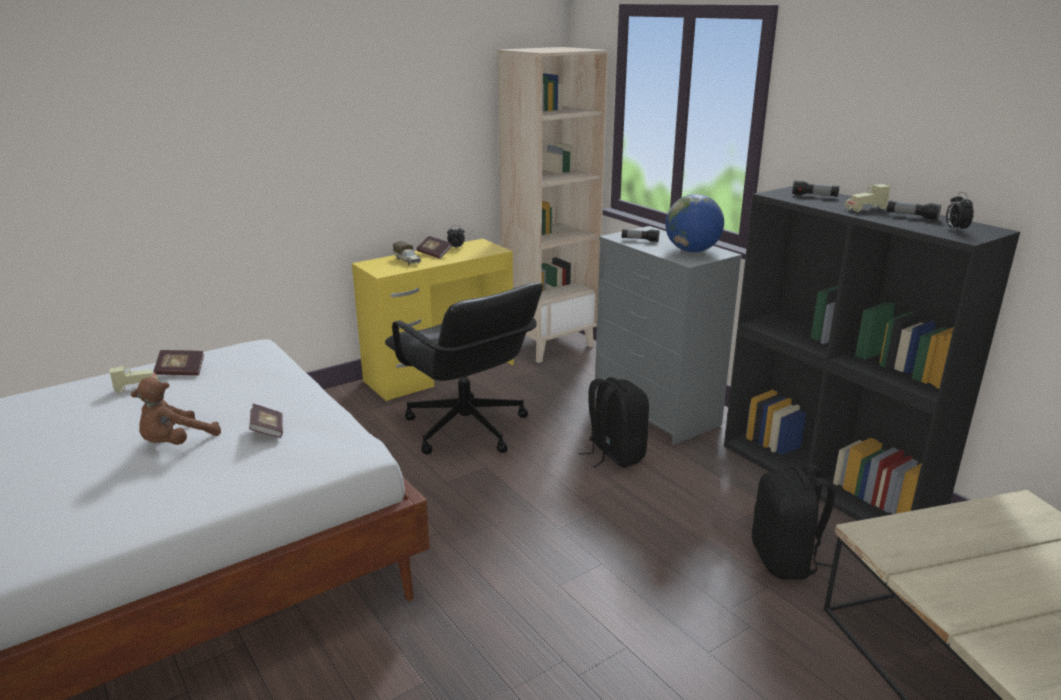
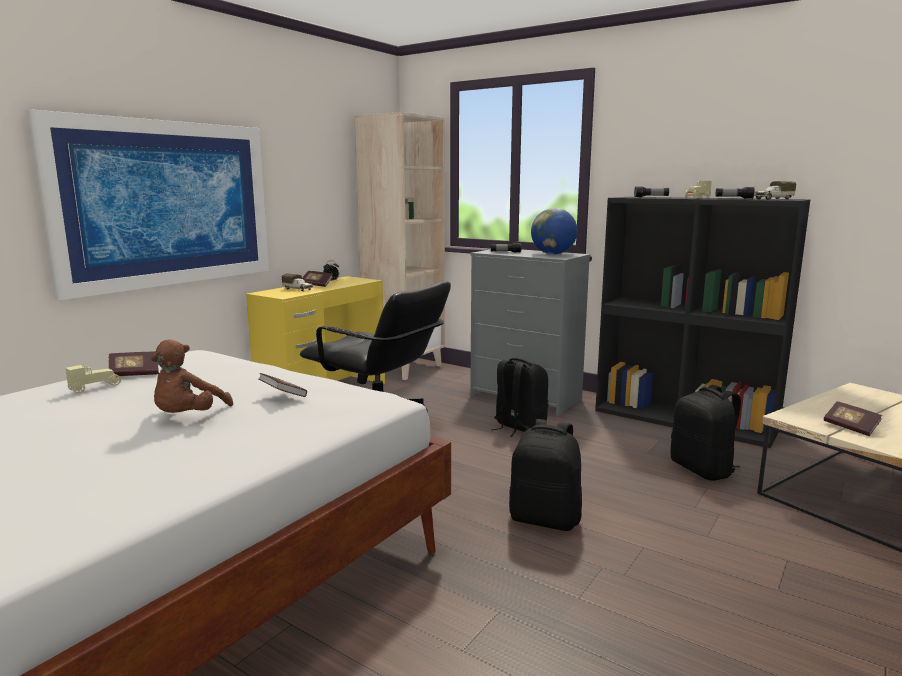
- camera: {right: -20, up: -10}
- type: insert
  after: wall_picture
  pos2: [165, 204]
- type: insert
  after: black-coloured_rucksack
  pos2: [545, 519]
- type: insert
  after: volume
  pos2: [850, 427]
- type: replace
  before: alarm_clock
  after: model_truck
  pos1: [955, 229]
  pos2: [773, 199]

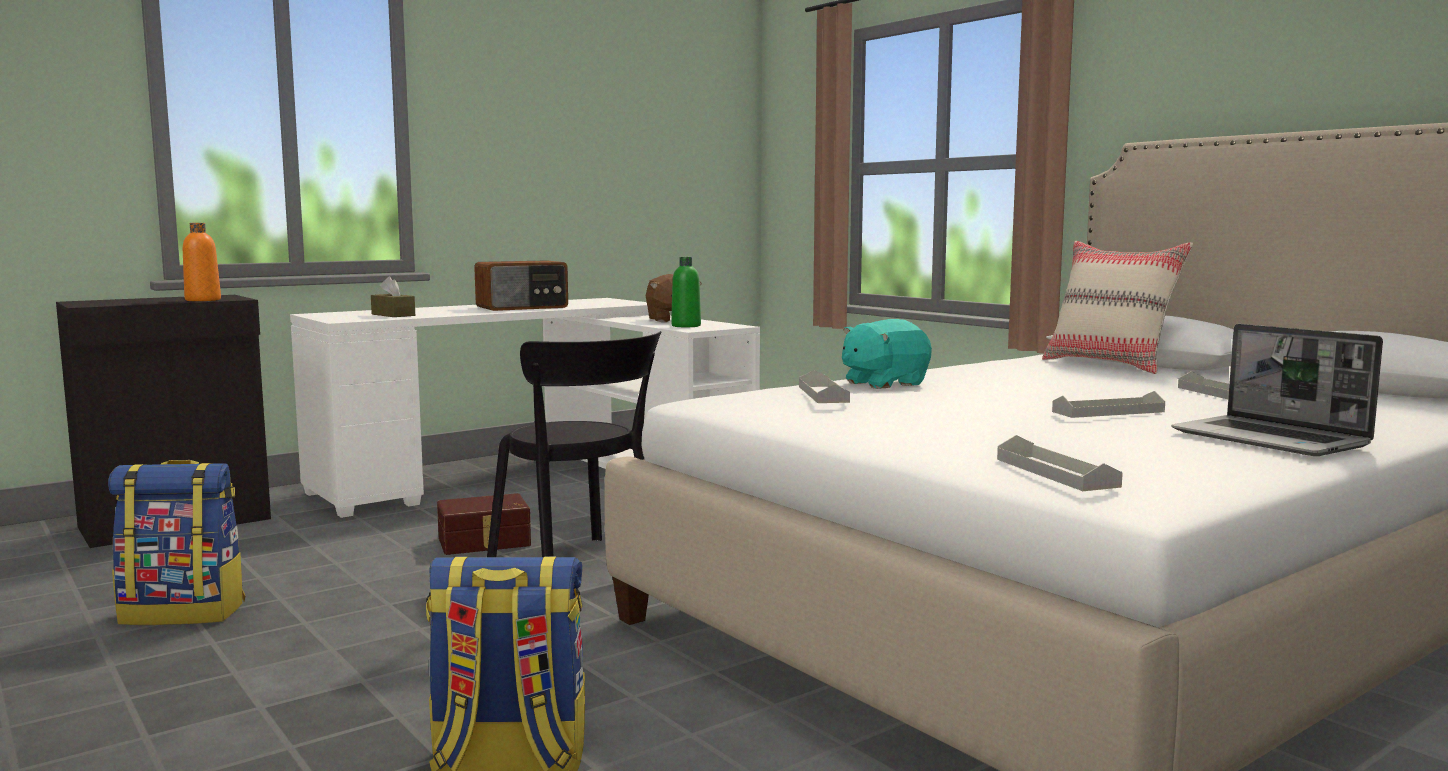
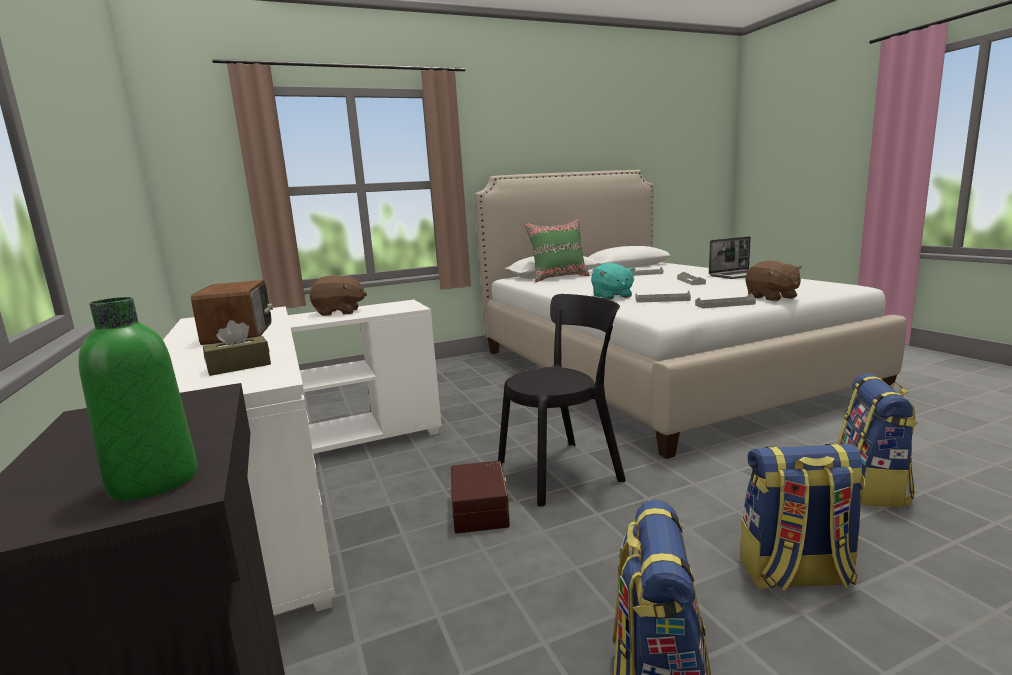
- camera: {right: -75, up: 5}
- type: delete
  before: orange-coloured_drink_bottle
  pos1: [203, 300]
- type: insert
  after: rucksack
  pos2: [795, 575]
- type: insert
  after: brownish_plush_toy
  pos2: [771, 297]
- type: move
  before: green-coloured_drink_bottle
  pos1: [686, 326]
  pos2: [154, 481]
- type: move
  before: greyish_carrying_tray
  pos1: [1056, 472]
  pos2: [725, 305]
- type: recolor
  before: sand-coloured_pillow
  after: green-coloured_pillow
  pos1: [1110, 365]
  pos2: [559, 278]

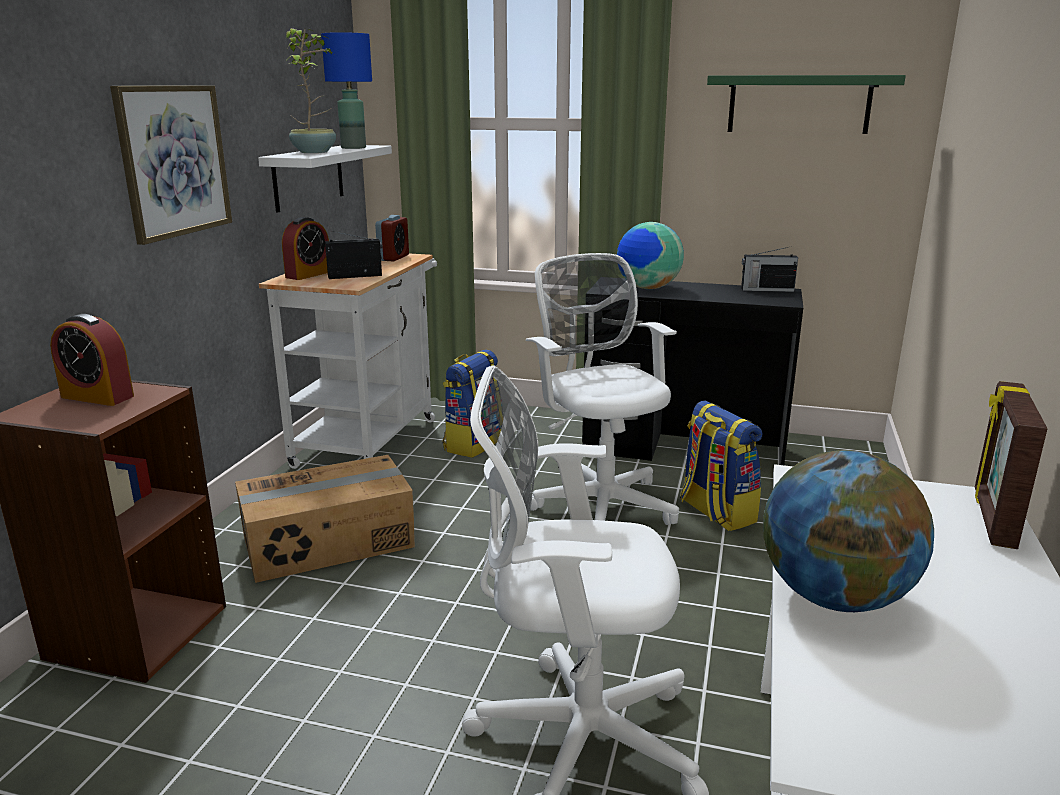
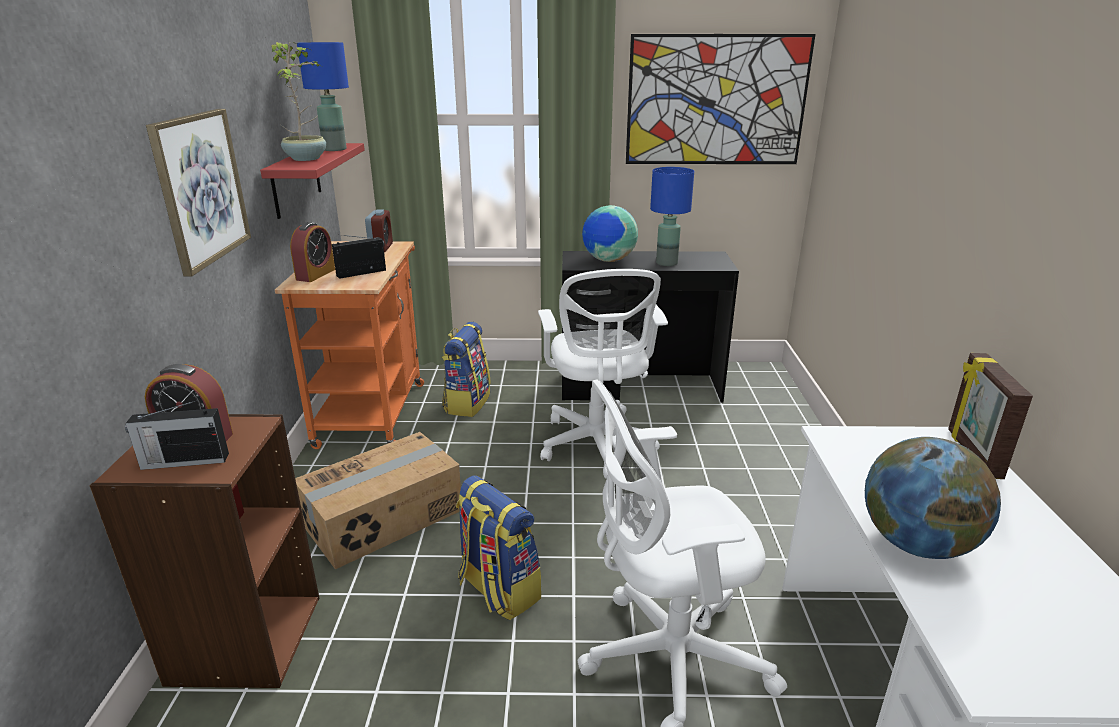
- camera: {right: -15, up: 5}
- type: insert
  after: blue-coloured_table_lamp
  pos2: [666, 263]
- type: move
  before: rucksack
  pos1: [715, 512]
  pos2: [497, 590]
- type: move
  before: radio
  pos1: [766, 289]
  pos2: [183, 461]
- type: replace
  before: green-coloured_wall_shelf
  after: wall_picture
  pos1: [799, 104]
  pos2: [716, 101]
- type: recolor
  before: white-coloured_wall_shelf
  after: red-coloured_wall_shelf
  pos1: [308, 177]
  pos2: [296, 179]
- type: recolor
  before: white-coloured_wheeled_cart
  after: orange-coloured_wheeled_cart
  pos1: [370, 438]
  pos2: [373, 409]
- type: rotate
  before: white-coloured_computer_chair
  pos1: [600, 504]
  pos2: [596, 446]
  turn: -150

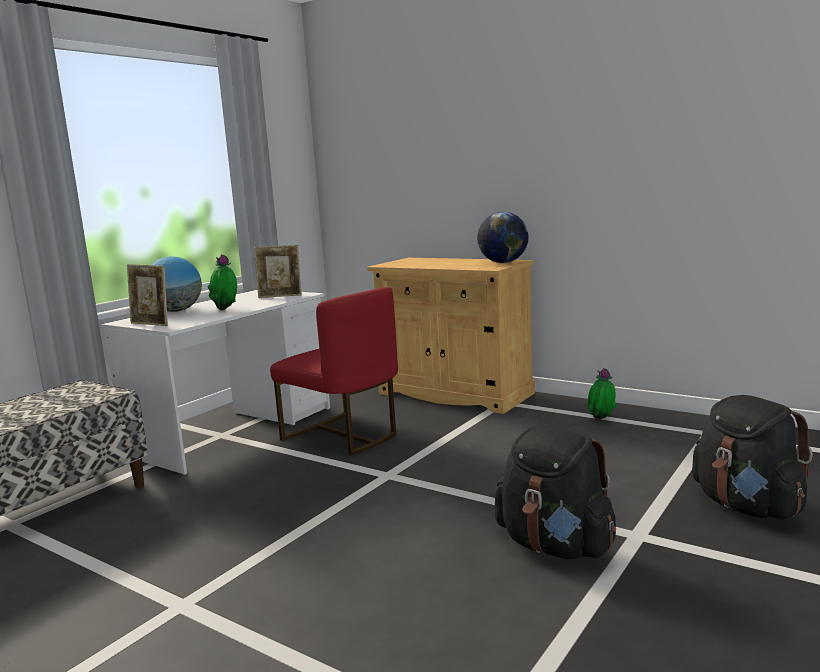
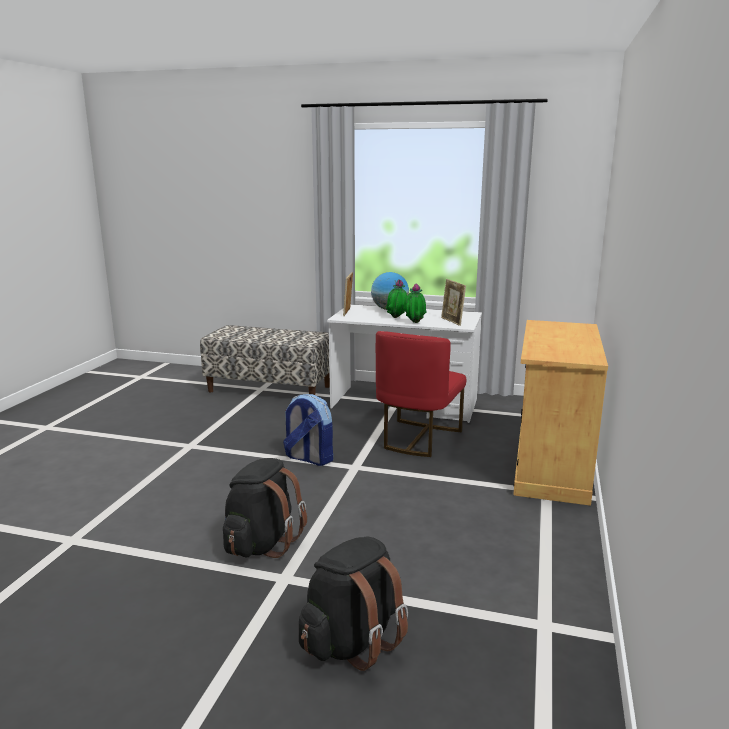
- camera: {right: 70, up: 5}
- type: delete
  before: world_globe
  pos1: [503, 262]
- type: insert
  after: rucksack
  pos2: [308, 458]
- type: move
  before: houseplant
  pos1: [601, 420]
  pos2: [414, 323]

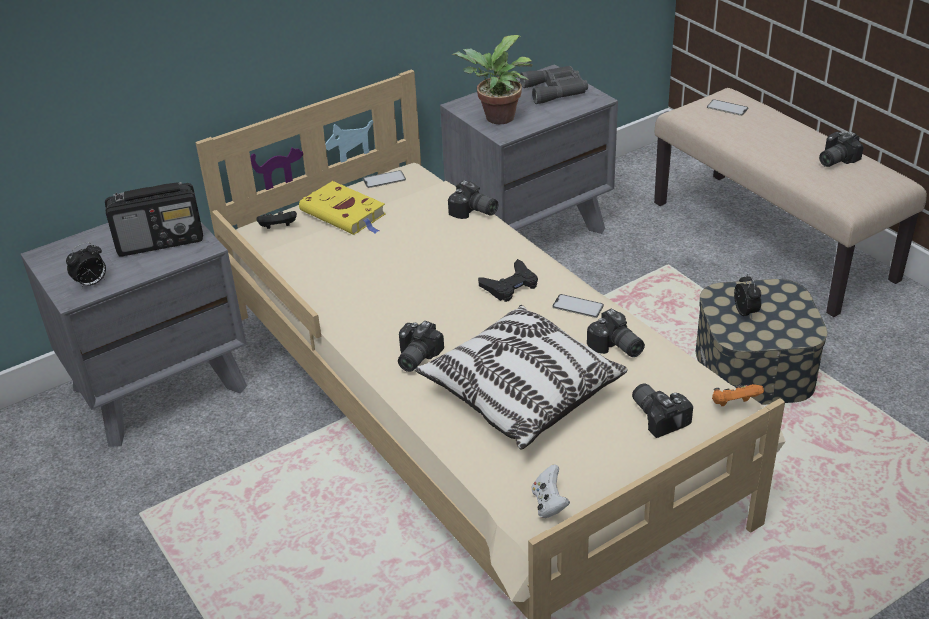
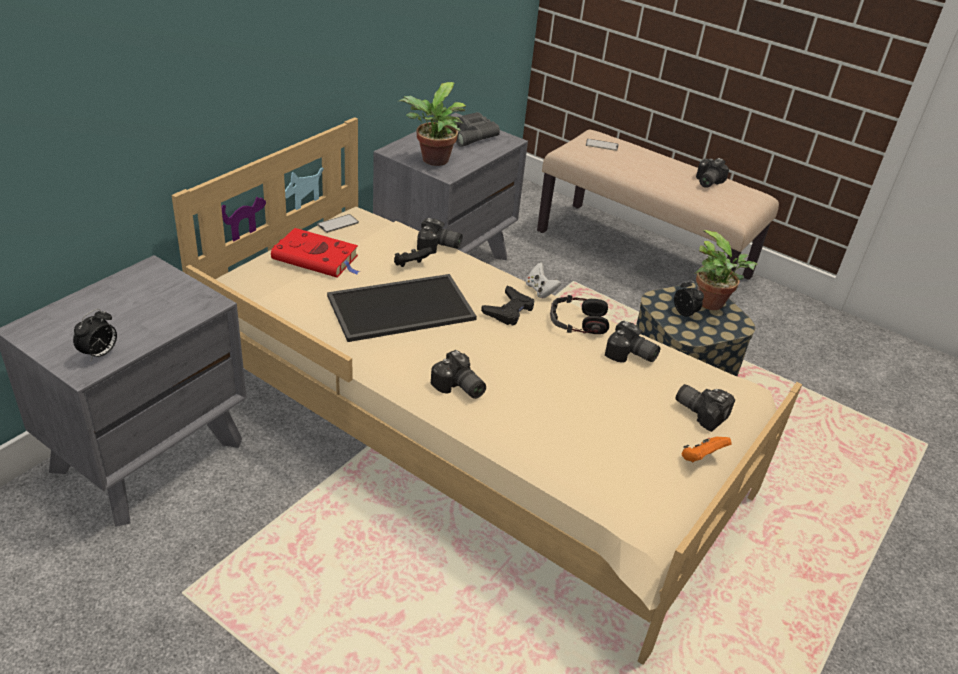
- camera: {right: -25, up: 0}
- type: delete
  before: radio
  pos1: [161, 241]
- type: delete
  before: pillow
  pos1: [520, 393]
- type: insert
  after: carrying_tray
  pos2: [400, 309]
- type: insert
  after: houseplant
  pos2: [713, 304]
- type: move
  before: black-coloured_gamepad
  pos1: [278, 228]
  pos2: [411, 265]
- type: move
  before: white-coloured_gamepad
  pos1: [549, 503]
  pos2: [540, 290]
- type: move
  before: orange-coloured_gamepad
  pos1: [734, 404]
  pos2: [701, 458]
- type: replace
  before: telephone
  after: headset
  pos1: [578, 306]
  pos2: [577, 322]
- type: recolor
  before: yellowish_volume
  after: red-coloured_volume
  pos1: [345, 214]
  pos2: [317, 258]
- type: rotate
  before: photo_camera
  pos1: [414, 357]
  pos2: [458, 388]
  turn: -45

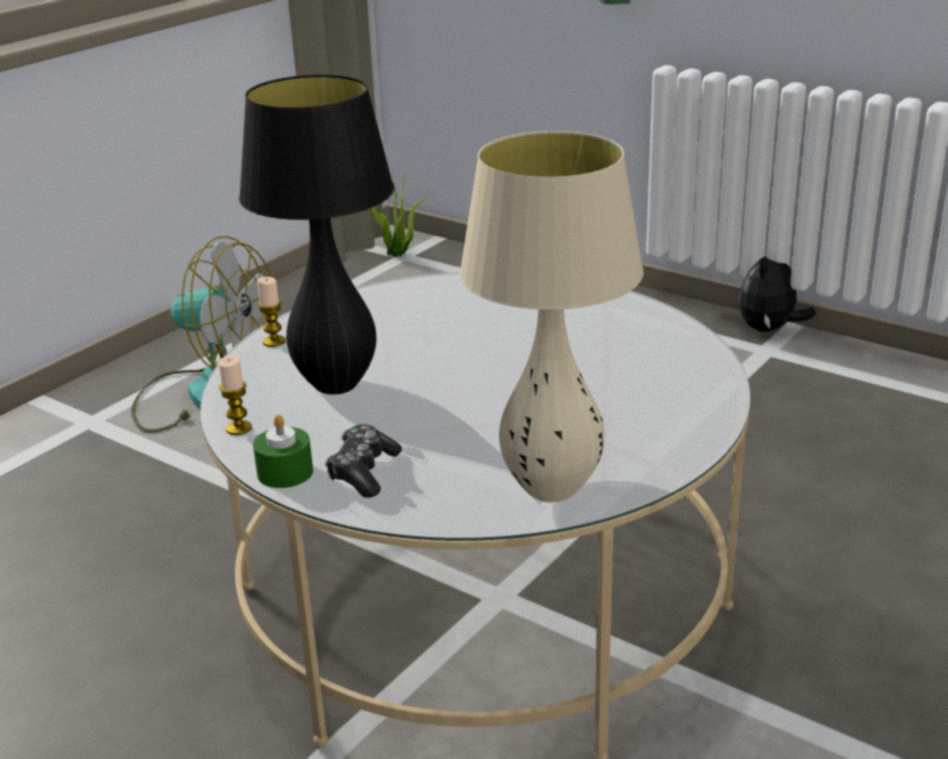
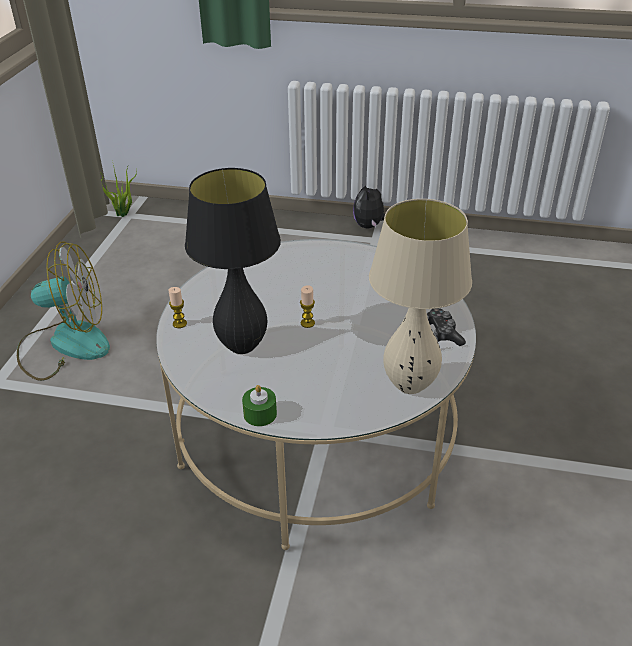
- camera: {right: -25, up: 10}
- type: move
  before: wax_light
  pos1: [239, 428]
  pos2: [307, 323]
- type: move
  before: gamepad
  pos1: [363, 472]
  pos2: [443, 333]

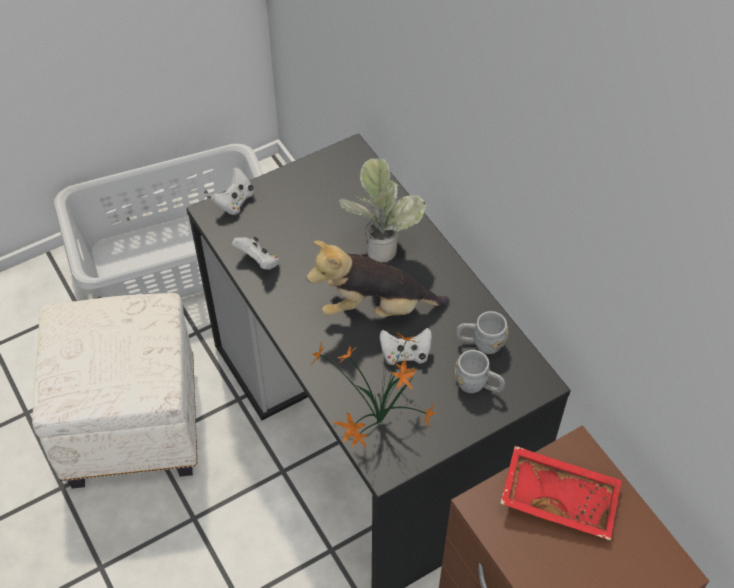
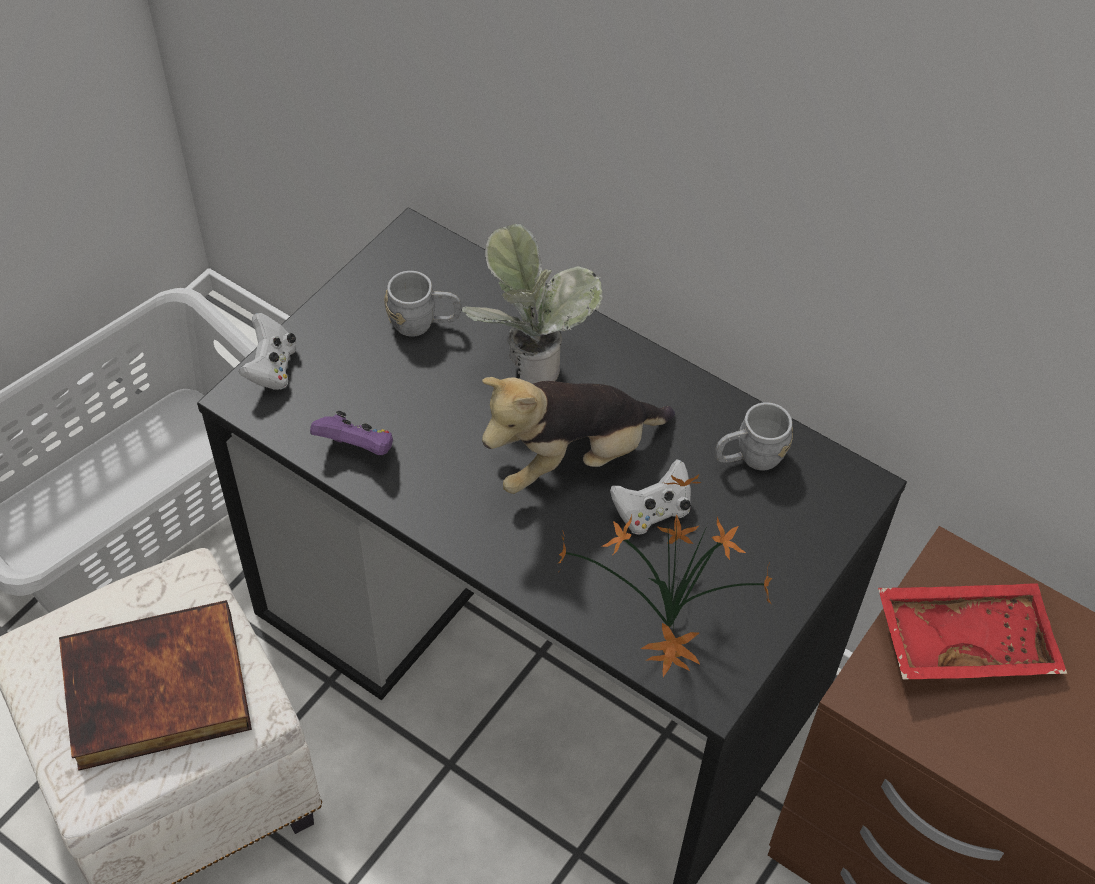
- camera: {right: -25, up: 0}
- type: insert
  after: volume
  pos2: [156, 693]
- type: move
  before: greyish_coffee_mug
  pos1: [478, 385]
  pos2: [424, 323]
- type: recolor
  before: white-coloured_gamepad
  after: purplish_gamepad
  pos1: [258, 261]
  pos2: [357, 448]

